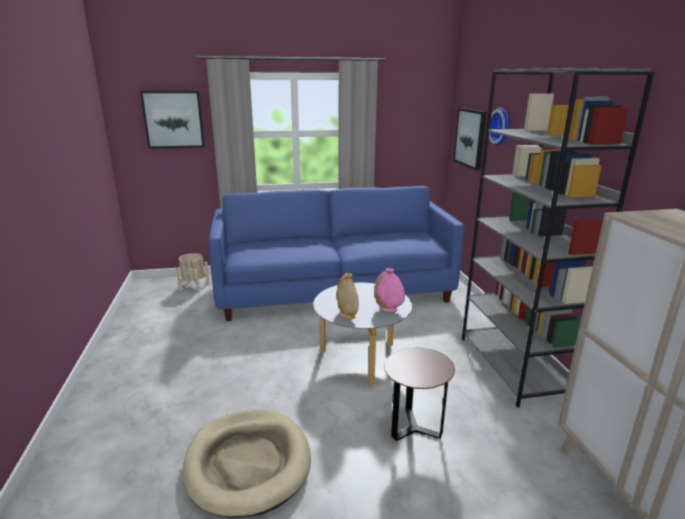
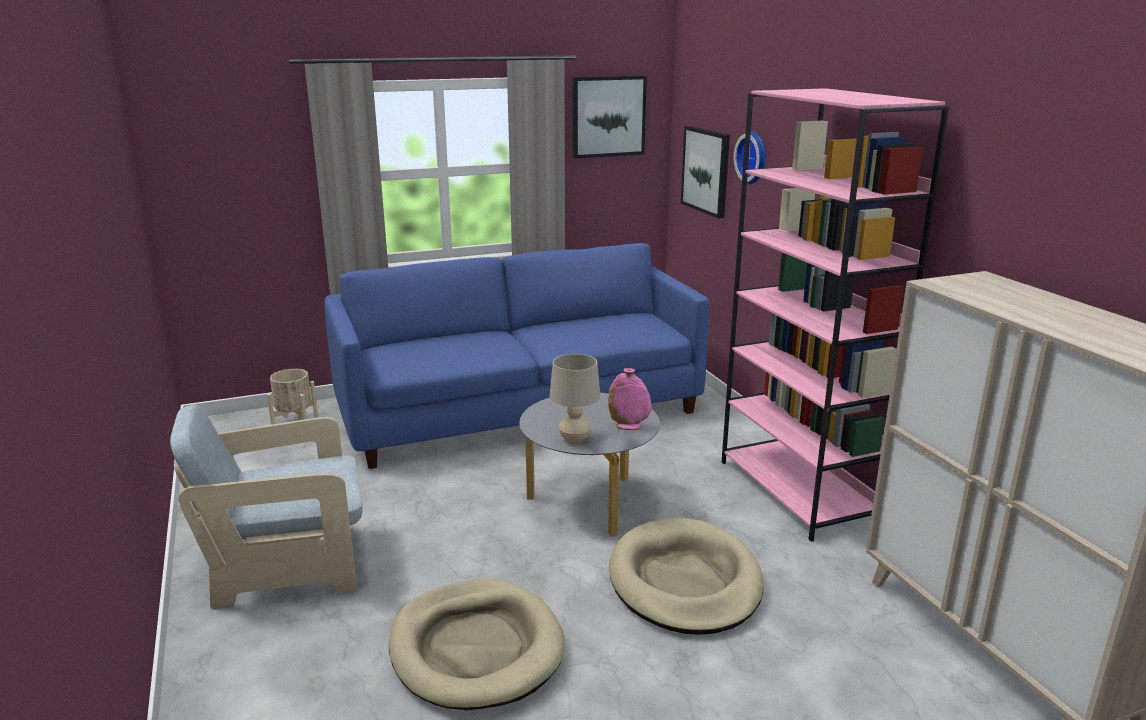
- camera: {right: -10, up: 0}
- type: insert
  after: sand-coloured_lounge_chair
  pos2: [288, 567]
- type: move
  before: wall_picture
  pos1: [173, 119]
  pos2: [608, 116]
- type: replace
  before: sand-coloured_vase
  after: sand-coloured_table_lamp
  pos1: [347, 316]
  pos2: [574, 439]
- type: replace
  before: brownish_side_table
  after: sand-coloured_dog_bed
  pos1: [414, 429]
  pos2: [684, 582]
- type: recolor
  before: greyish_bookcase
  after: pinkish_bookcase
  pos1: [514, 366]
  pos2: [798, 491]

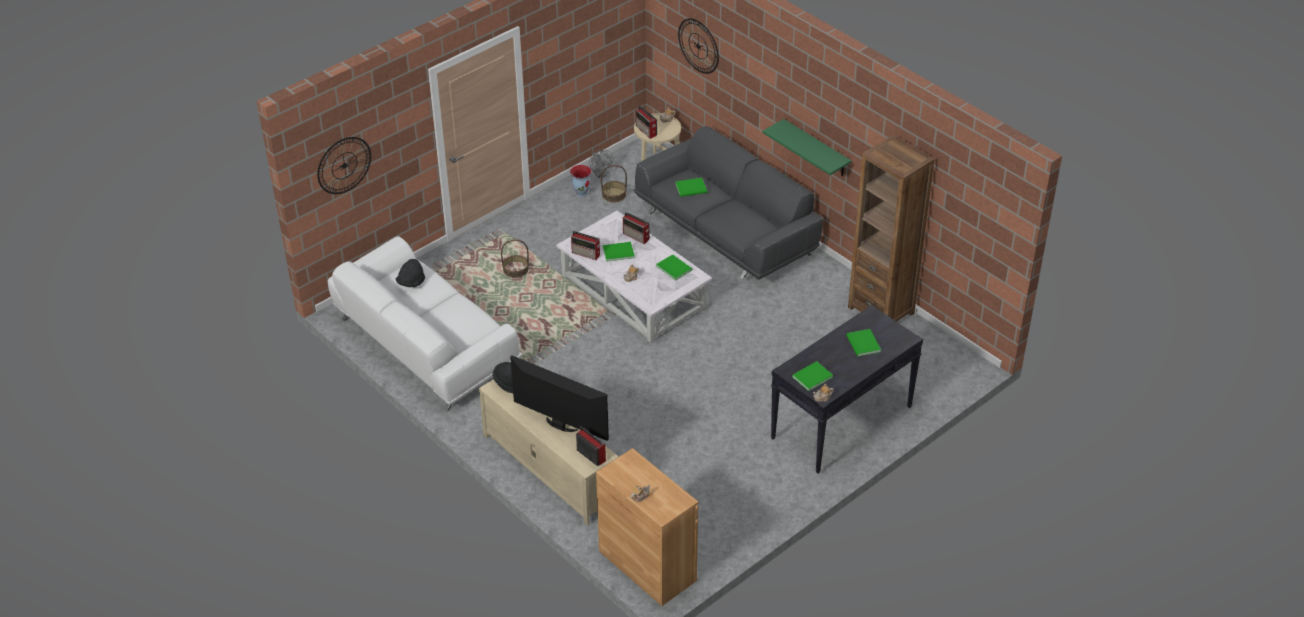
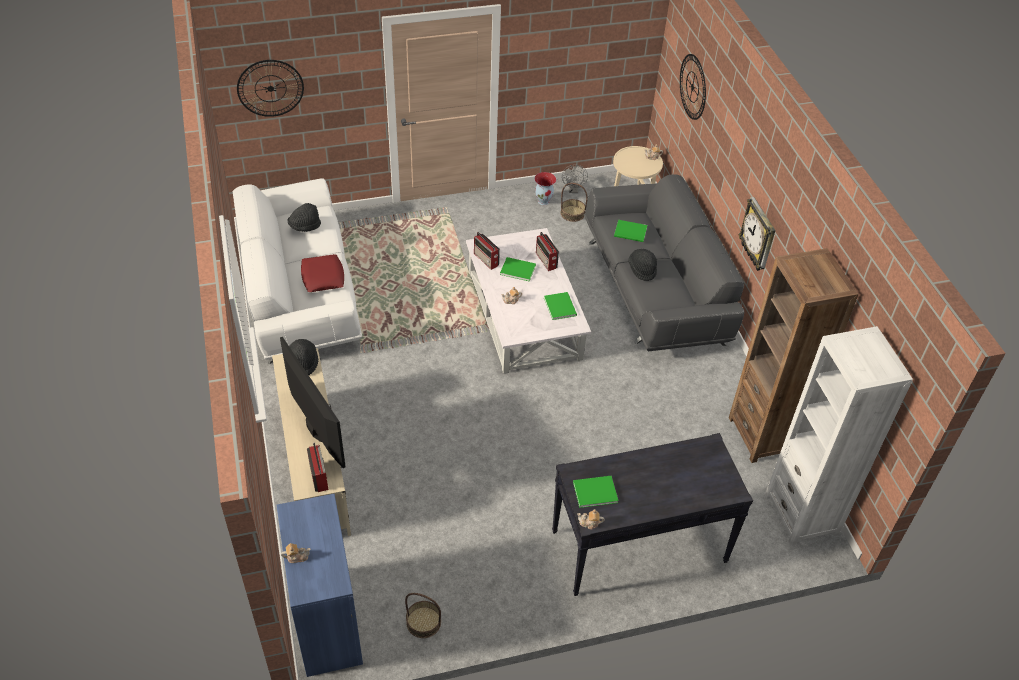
- camera: {right: 25, up: 5}
- type: delete
  before: radio
  pos1: [646, 131]
- type: delete
  before: green-coloured_volume
  pos1: [863, 344]
- type: insert
  after: red-coloured_pillow
  pos2: [322, 277]
- type: insert
  after: black-coloured_hat
  pos2: [642, 269]
- type: insert
  after: white-coloured_bookcase
  pos2: [801, 514]
- type: move
  before: household_basket
  pos1: [516, 270]
  pos2: [423, 622]
- type: replace
  before: green-coloured_wall_shelf
  after: hanging_clock
  pos1: [816, 149]
  pos2: [758, 235]
- type: recolor
  before: brownish_cabinet
  after: blue-coloured_cabinet
  pos1: [647, 566]
  pos2: [327, 620]

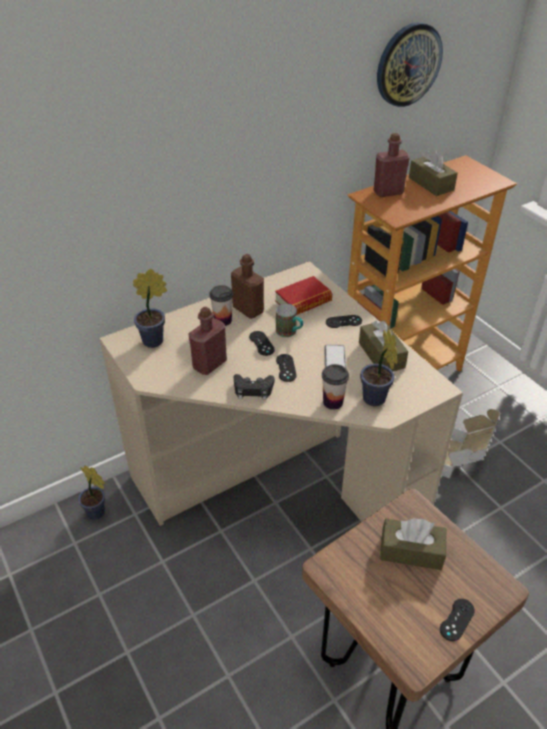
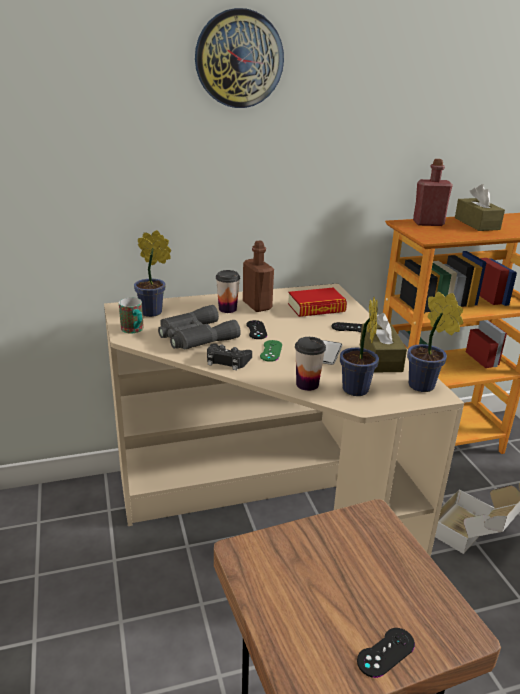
- camera: {right: 15, up: -15}
- type: delete
  before: brownish_box_of_tissues
  pos1: [411, 551]
- type: move
  before: houseplant
  pos1: [98, 514]
  pos2: [424, 387]
- type: move
  before: coffee_mug
  pos1: [289, 333]
  pos2: [134, 330]
- type: move
  before: hanging_clock
  pos1: [408, 64]
  pos2: [239, 59]
- type: replace
  before: red-coloured_drink_bottle
  after: greyish_pair_of_binoculars
  pos1: [209, 364]
  pos2: [195, 336]
- type: recolor
  before: black-coloured_gamepad
  after: green-coloured_gamepad
  pos1: [286, 368]
  pos2: [271, 351]

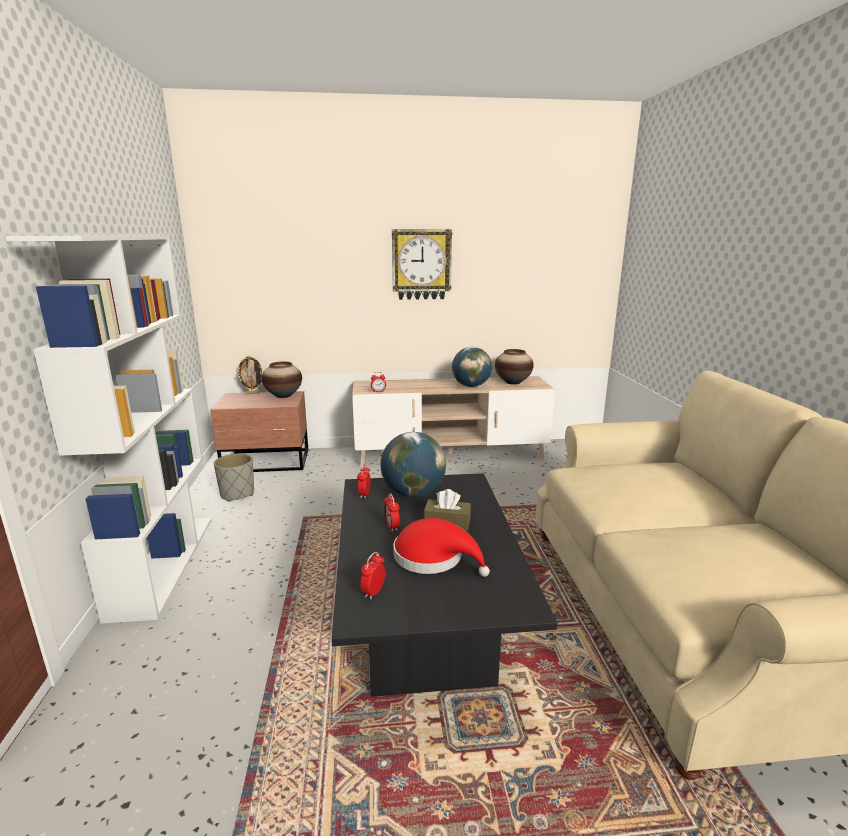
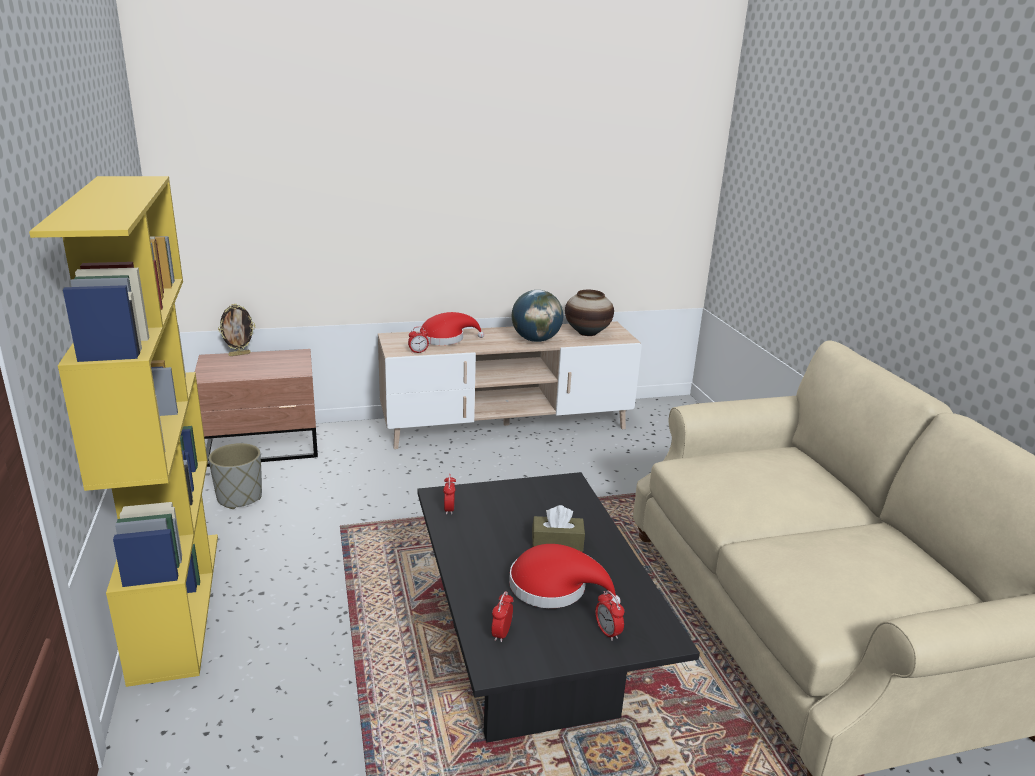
- camera: {right: -10, up: 5}
- type: delete
  before: vase
  pos1: [283, 396]
- type: delete
  before: world_globe
  pos1: [413, 494]
- type: delete
  before: hanging_clock
  pos1: [421, 264]
- type: insert
  after: red-coloured_hat
  pos2: [445, 339]
- type: move
  before: alarm_clock
  pos1: [392, 527]
  pos2: [607, 632]
- type: recolor
  before: white-coloured_bookcase
  after: yellowish_bookcase
  pos1: [163, 563]
  pos2: [176, 601]

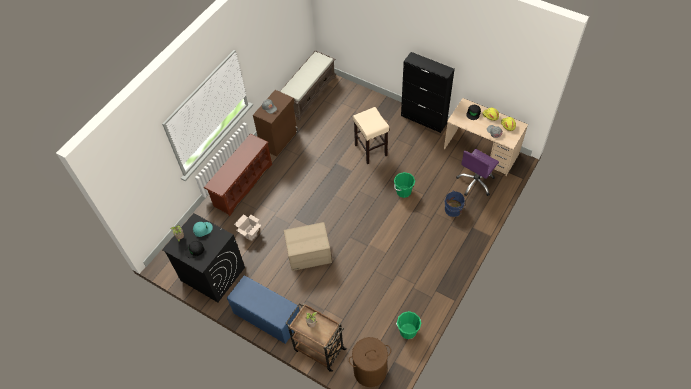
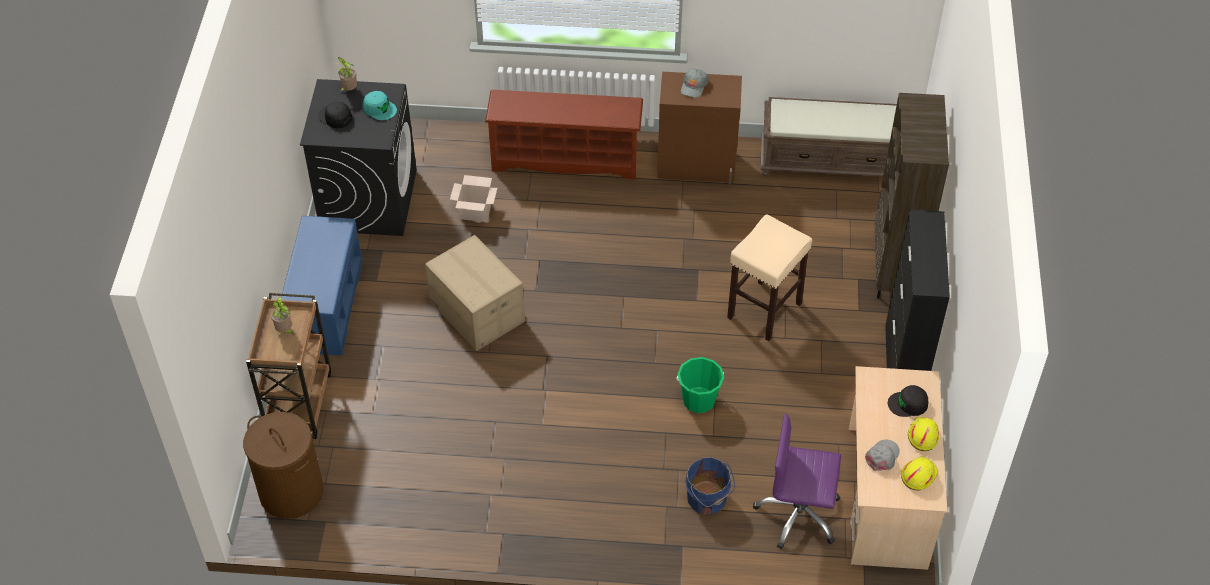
- camera: {right: 60, up: -5}
- type: delete
  before: green-coloured_pail
  pos1: [408, 331]
- type: insert
  after: brownish_bookcase
  pos2: [894, 272]

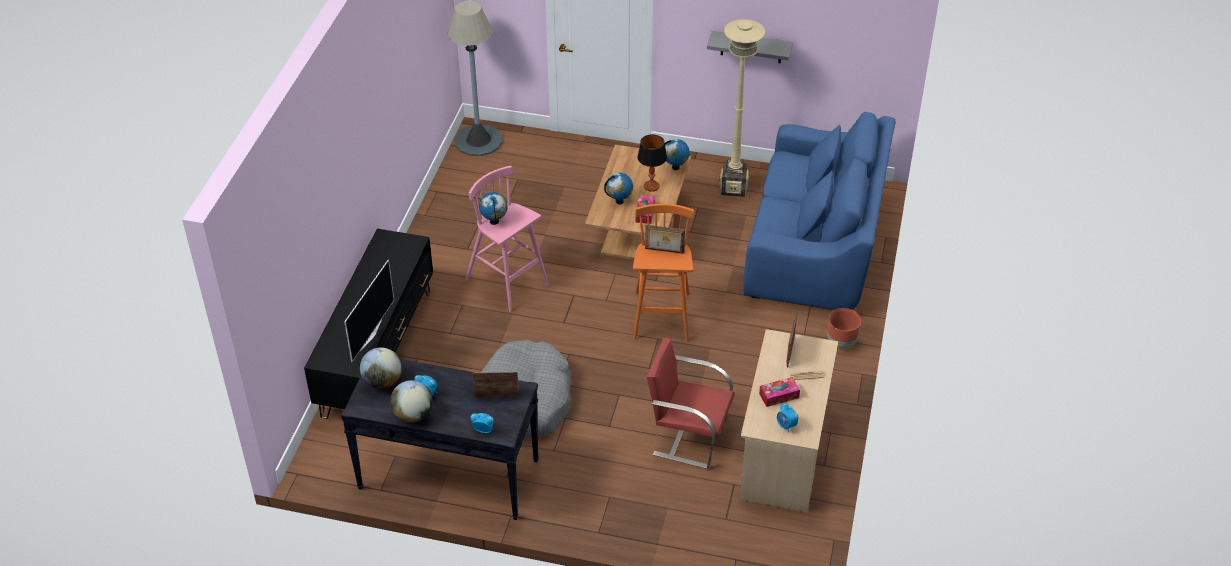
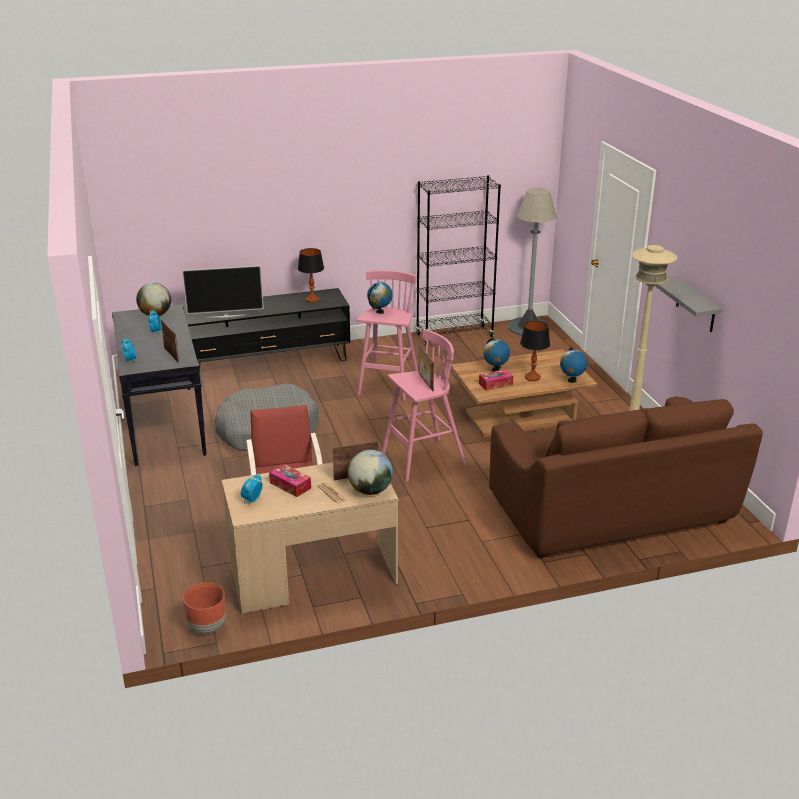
- camera: {right: 60, up: -15}
- type: insert
  after: table_lamp
  pos2: [312, 300]
- type: insert
  after: black-coloured_bookcase
  pos2: [454, 335]
- type: move
  before: world_globe
  pos1: [413, 415]
  pos2: [370, 491]
- type: move
  before: brownish_flower_pot
  pos1: [841, 342]
  pos2: [207, 627]
- type: recolor
  before: orange-coloured_stool_seat
  after: pinkish_stool_seat
  pos1: [661, 317]
  pos2: [421, 460]
- type: recolor
  before: blue-coloured_couch
  after: brownish_couch
  pos1: [814, 245]
  pos2: [611, 511]

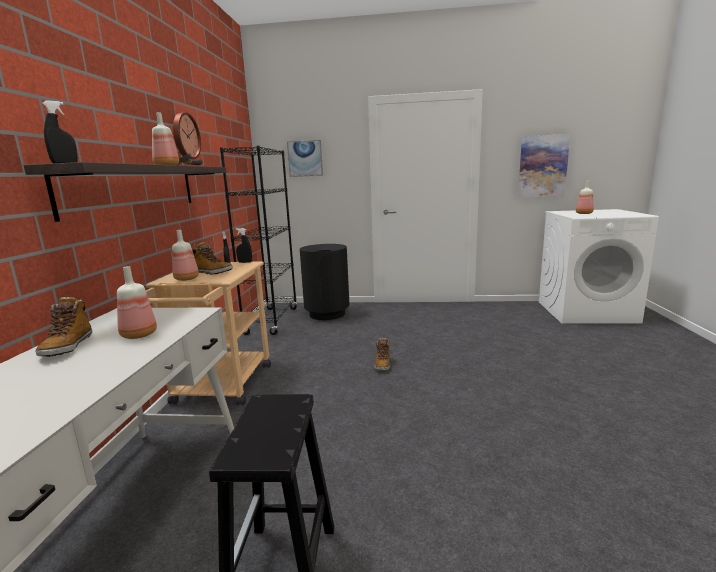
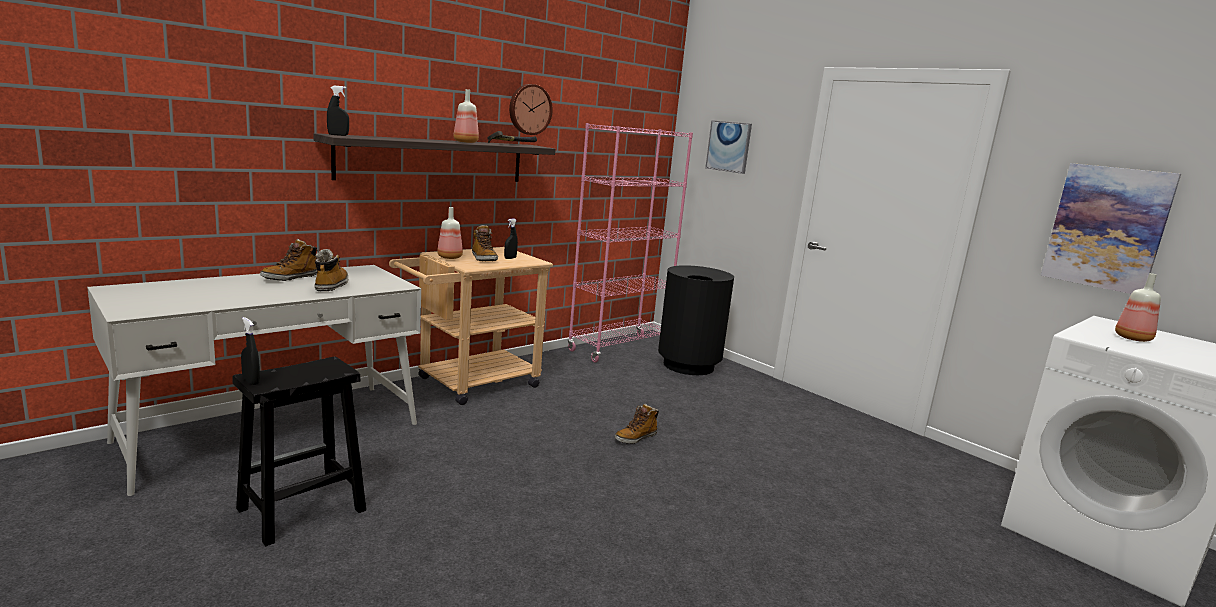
- camera: {right: 40, up: 0}
- type: move
  before: black-coloured_spray_bottle
  pos1: [245, 262]
  pos2: [251, 381]
- type: replace
  before: drink_bottle
  after: boot
  pos1: [138, 335]
  pos2: [331, 286]
- type: recolor
  before: black-coloured_bookcase
  after: pinkish_bookcase
  pos1: [271, 321]
  pos2: [618, 348]

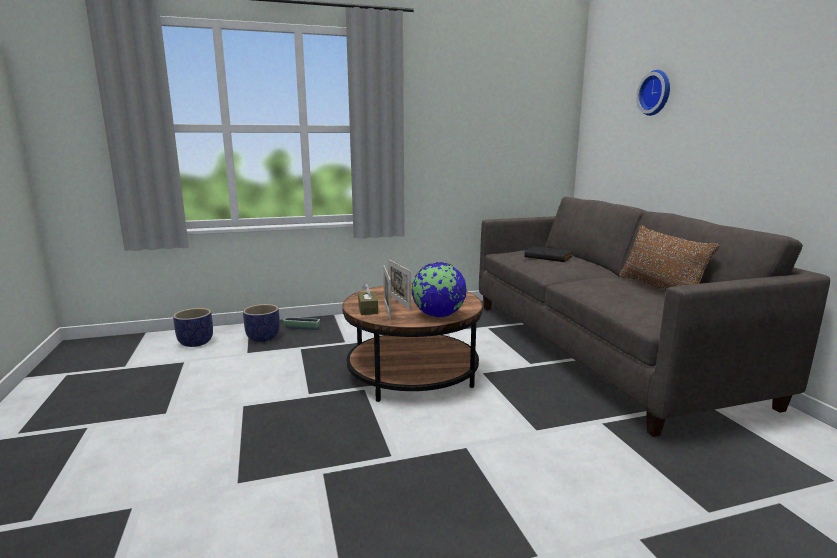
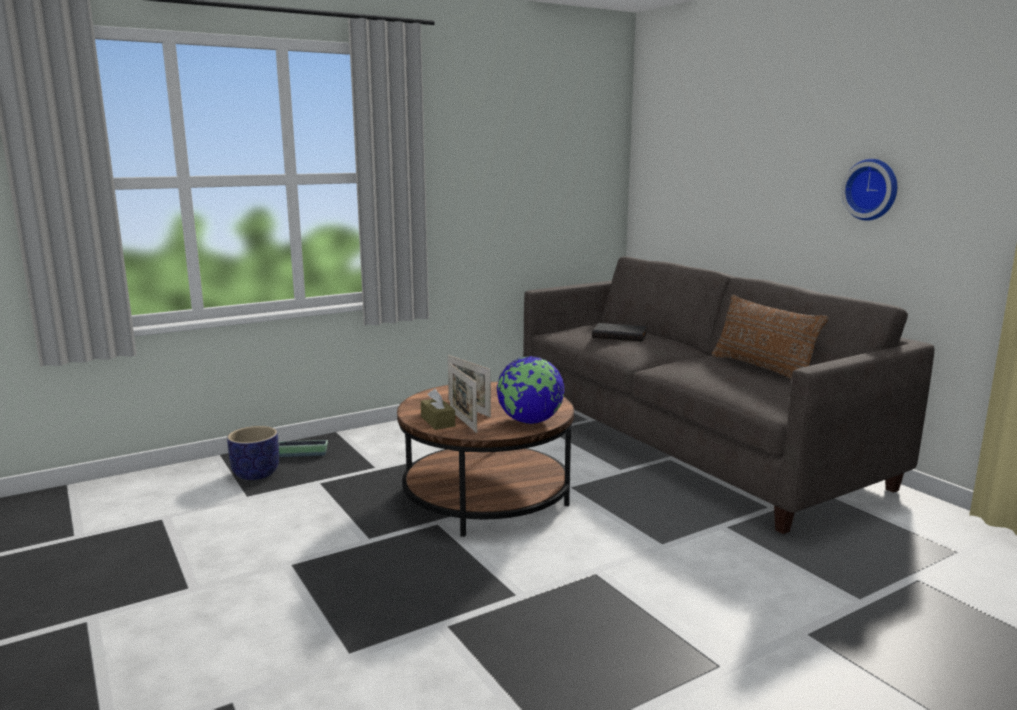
- camera: {right: -15, up: 0}
- type: delete
  before: flower_pot
  pos1: [196, 342]
- type: move
  before: hanging_clock
  pos1: [656, 93]
  pos2: [872, 189]

